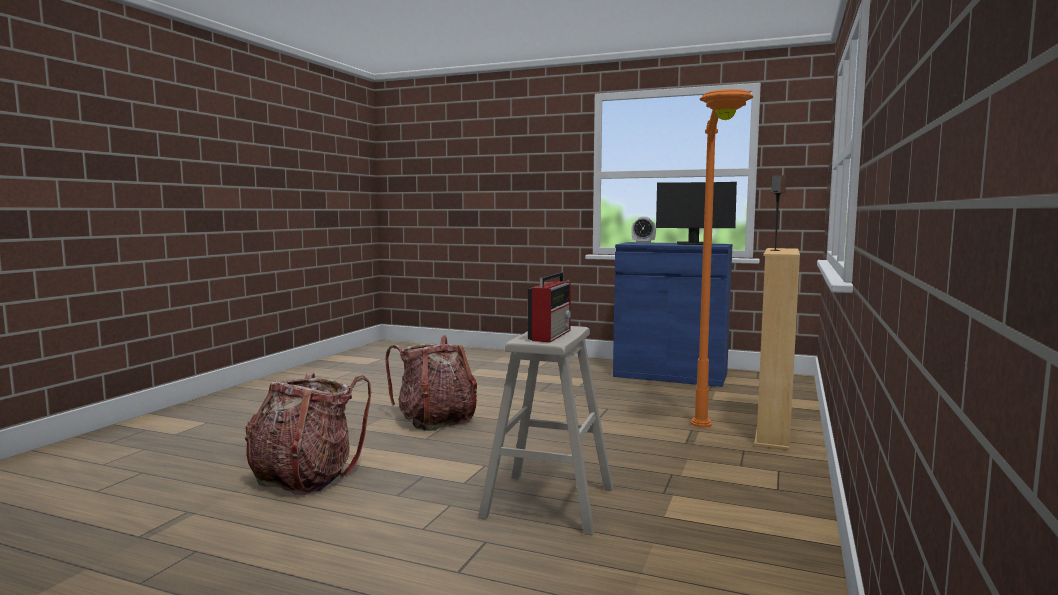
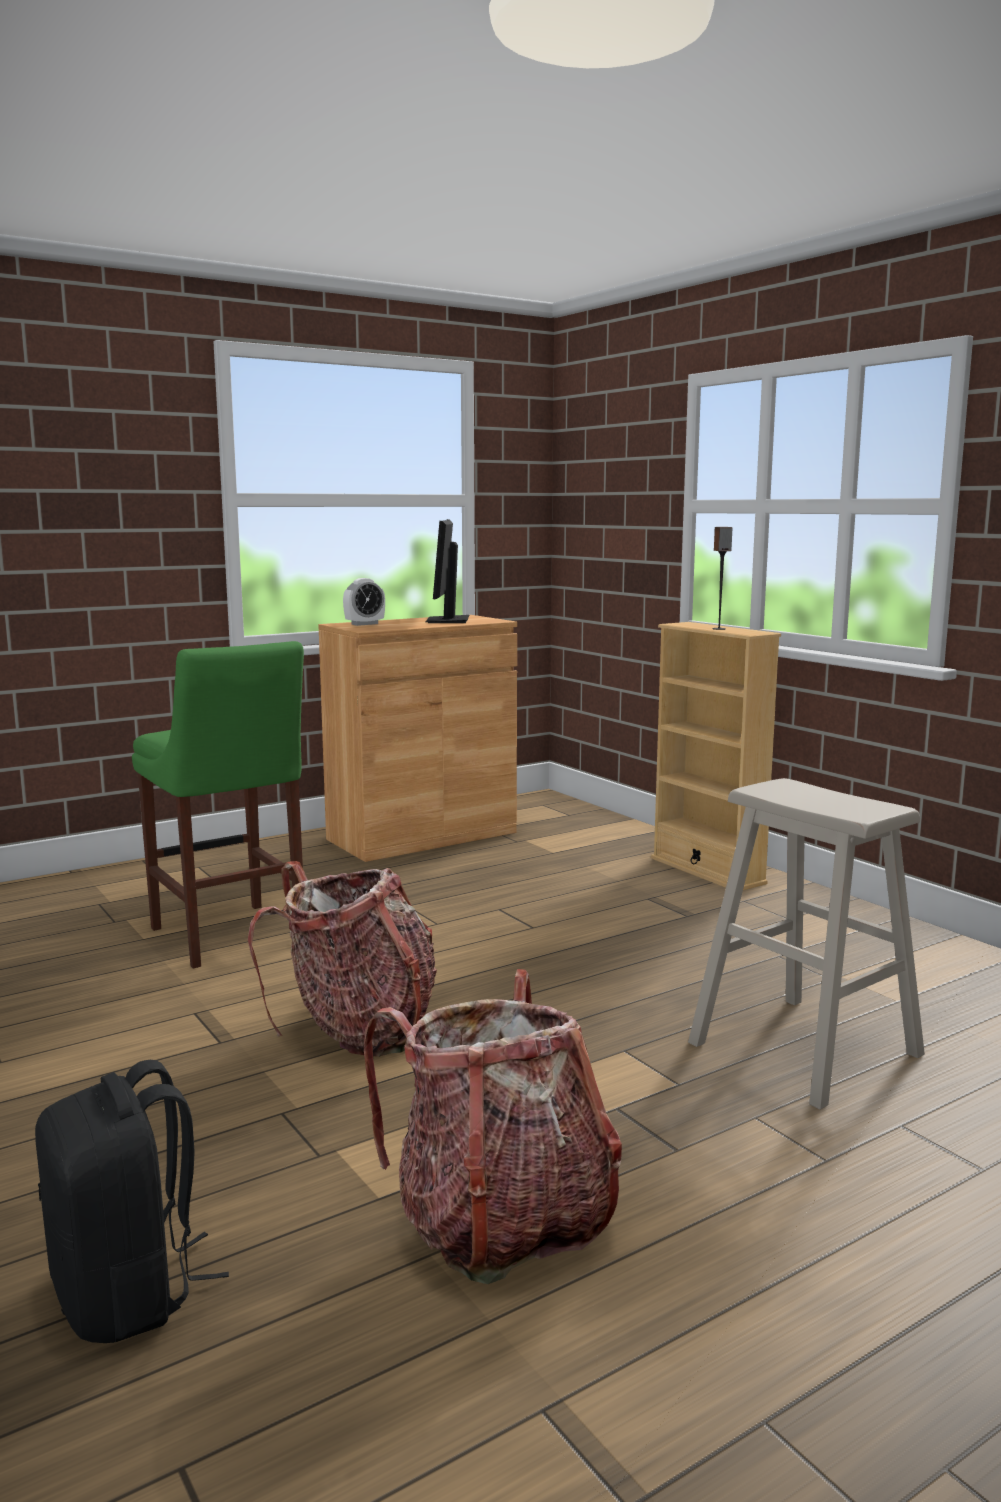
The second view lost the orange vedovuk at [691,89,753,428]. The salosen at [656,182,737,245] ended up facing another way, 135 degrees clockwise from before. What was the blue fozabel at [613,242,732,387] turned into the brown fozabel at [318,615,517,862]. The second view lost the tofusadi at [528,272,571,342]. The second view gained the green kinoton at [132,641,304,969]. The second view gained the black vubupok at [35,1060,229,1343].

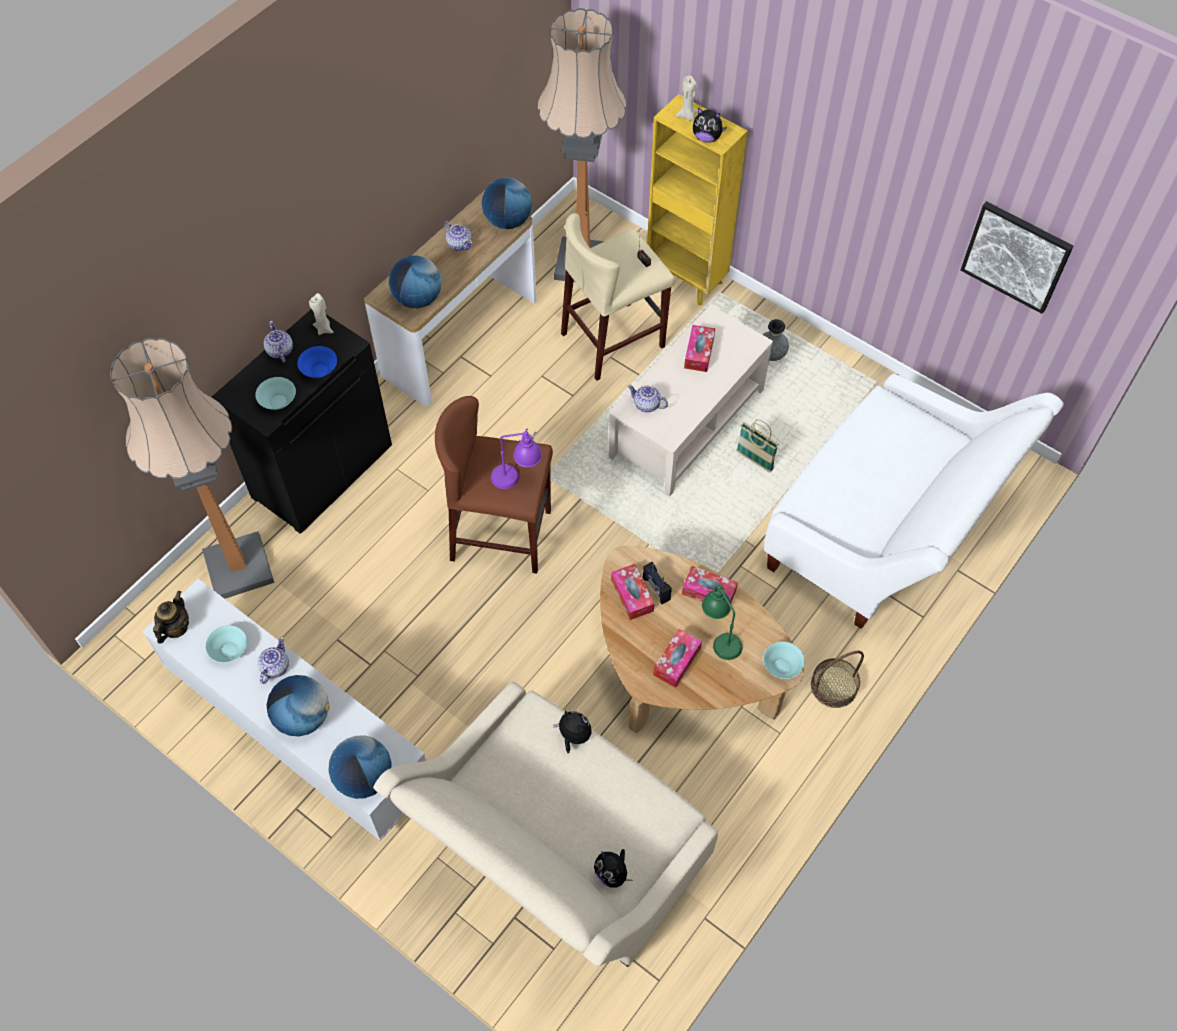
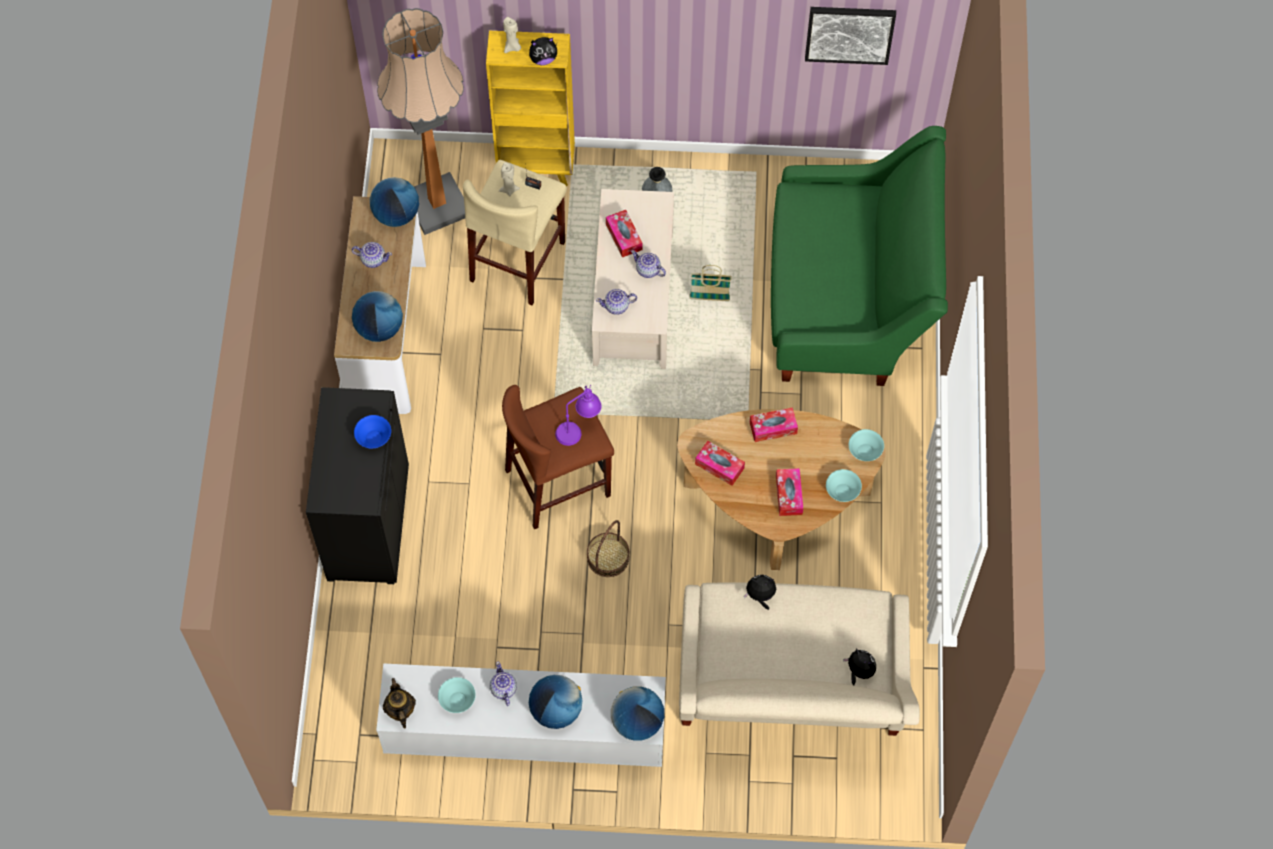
The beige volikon ended up elsewhere, having gone from [309,293,334,335] to [499,162,520,196]. The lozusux ended up elsewhere, having gone from [264,321,293,362] to [631,250,666,278]. The second view lost the vedovuk at [110,338,274,599]. What was the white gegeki at [764,374,1064,629] turned into the green gegeki at [771,126,948,386]. The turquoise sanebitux ended up elsewhere, having gone from [255,377,296,410] to [826,469,862,502]. The second view lost the tofusadi at [643,562,672,604]. The second view lost the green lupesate at [702,585,742,660]. The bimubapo ended up elsewhere, having gone from [811,651,864,708] to [587,520,629,577]. The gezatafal at [594,849,632,888] ended up facing another way, 150 degrees counterclockwise from before.

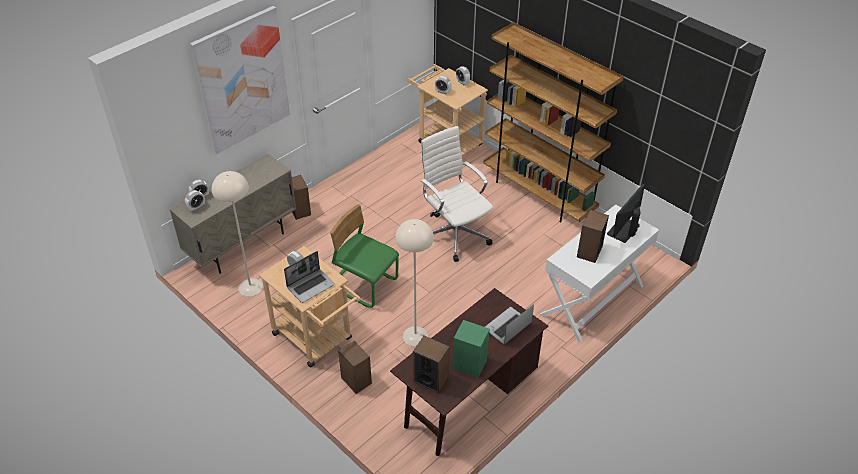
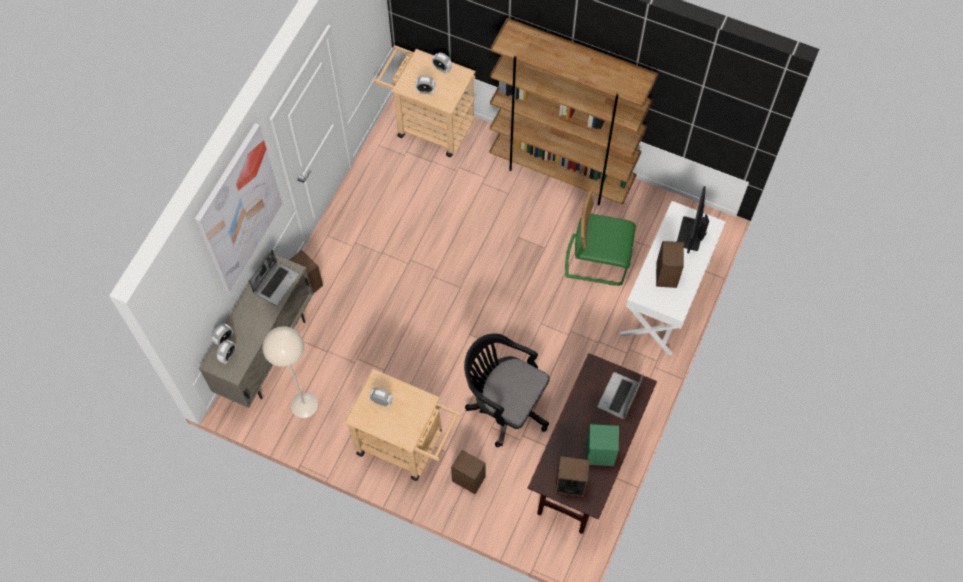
The second view lost the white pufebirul at [421,126,493,262]. The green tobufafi ended up elsewhere, having gone from [330,204,399,308] to [565,191,636,286]. Where the beige vedovuk stood at [395,219,434,346], the black pufebirul came to stand at [464,334,550,447]. The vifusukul ended up elsewhere, having gone from [284,251,335,303] to [249,249,299,306].

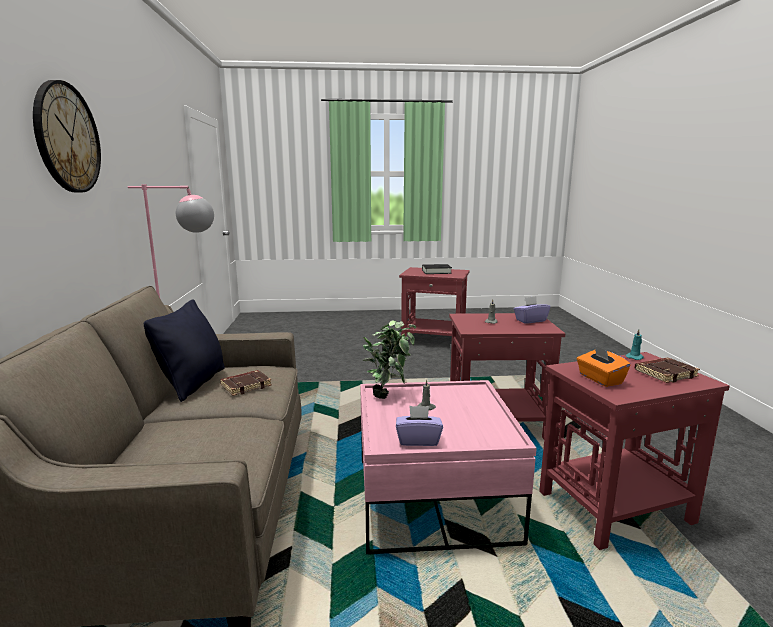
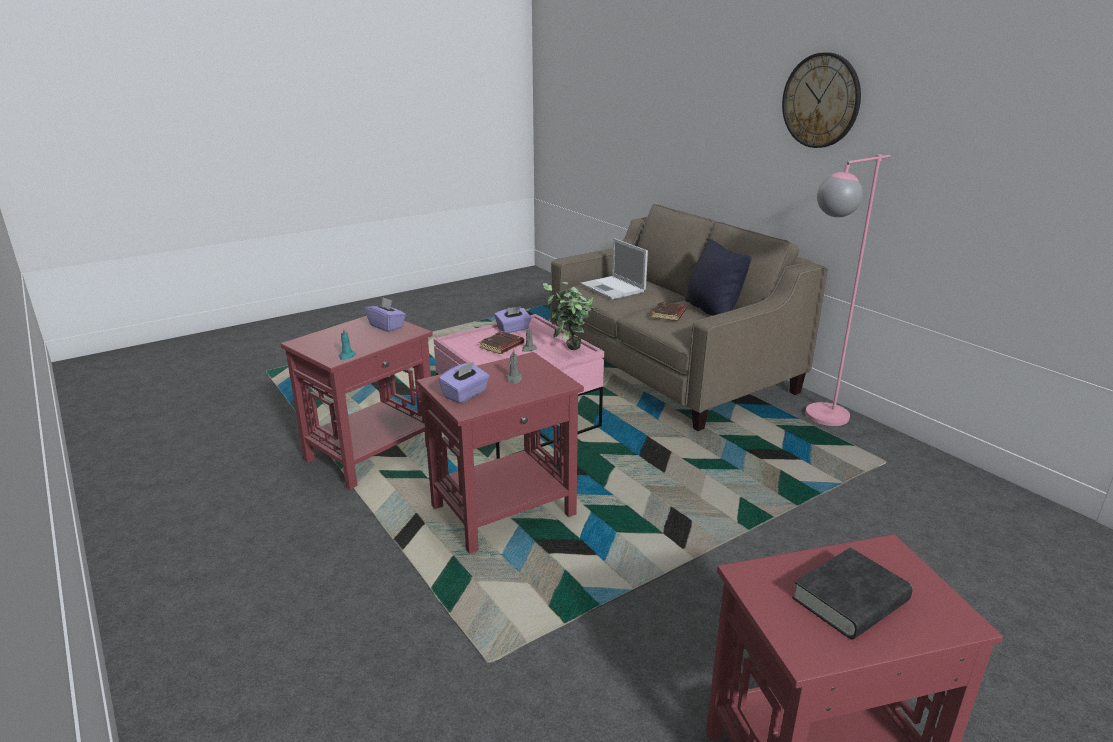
What was the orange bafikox at [577,345,630,387] turned into the purple bafikox at [365,297,406,332]. The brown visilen ended up elsewhere, having gone from [635,358,700,383] to [479,331,524,354]. The second view gained the vifusukul at [580,238,648,300].

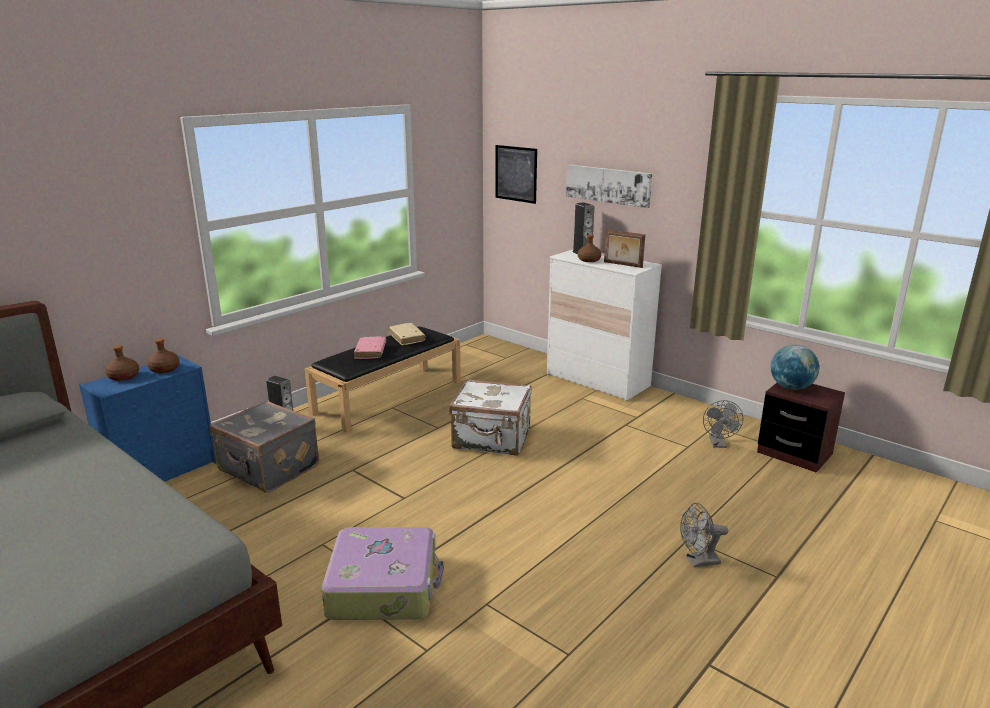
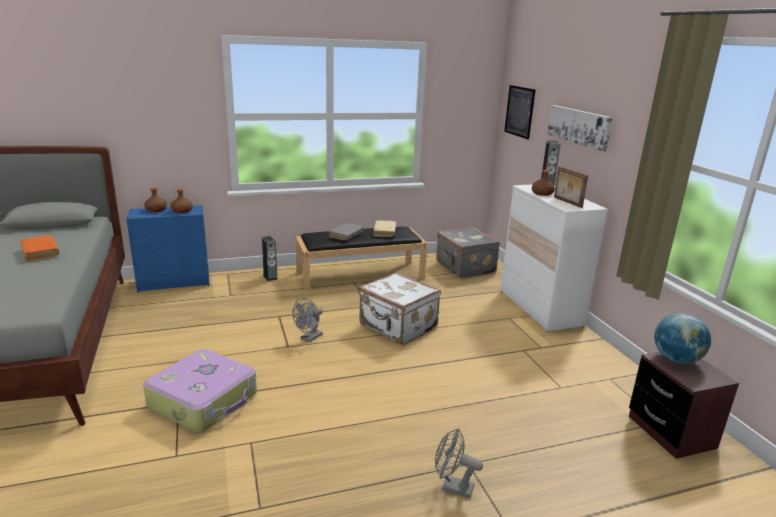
What was the pink visilen at [354,337,386,359] turned into the grey visilen at [329,223,364,240]. The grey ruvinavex ended up elsewhere, having gone from [210,400,319,493] to [436,227,500,279]. The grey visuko ended up elsewhere, having gone from [703,400,743,448] to [293,298,323,342]. The second view gained the orange visilen at [21,235,59,261].

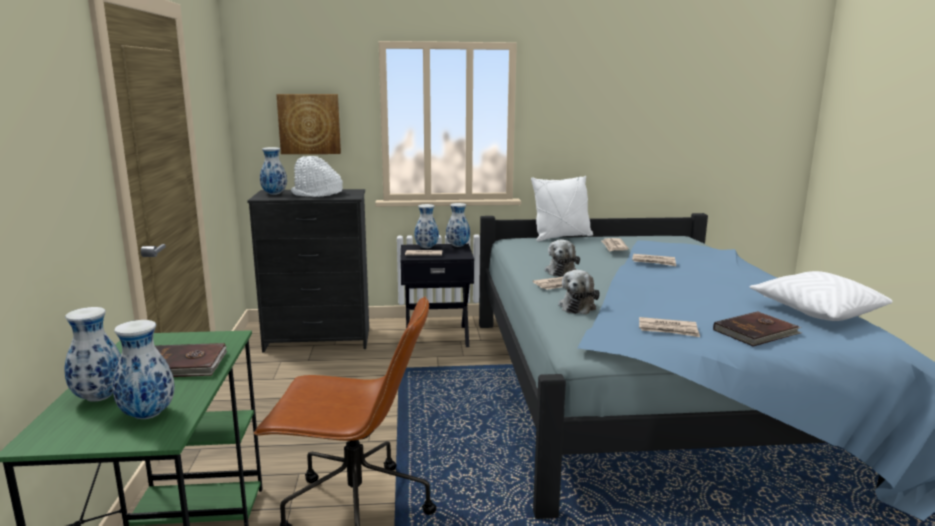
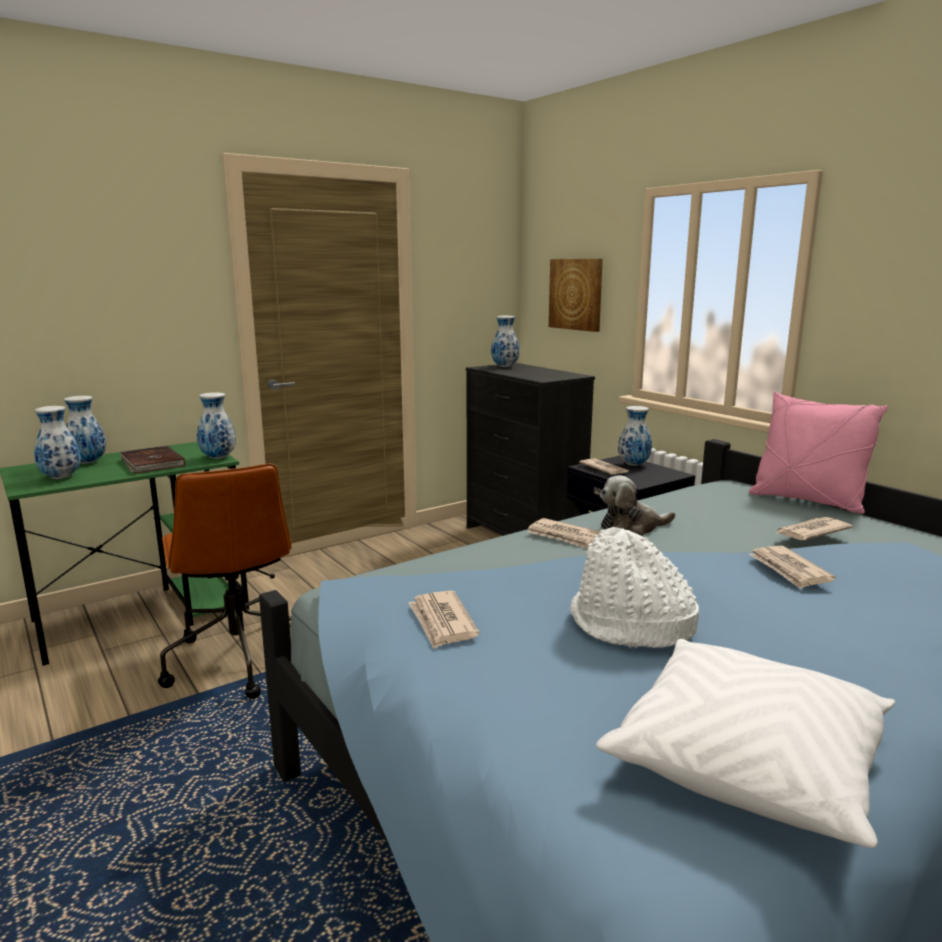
The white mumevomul ended up elsewhere, having gone from [291,156,343,197] to [570,527,699,648]. What was the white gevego at [531,176,593,241] turned into the pink gevego at [749,392,888,514]. The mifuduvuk ended up elsewhere, having gone from [446,203,470,247] to [197,392,236,459]. The second view lost the gezatafal at [558,270,600,315]. The second view lost the brown visilen at [713,311,802,347].

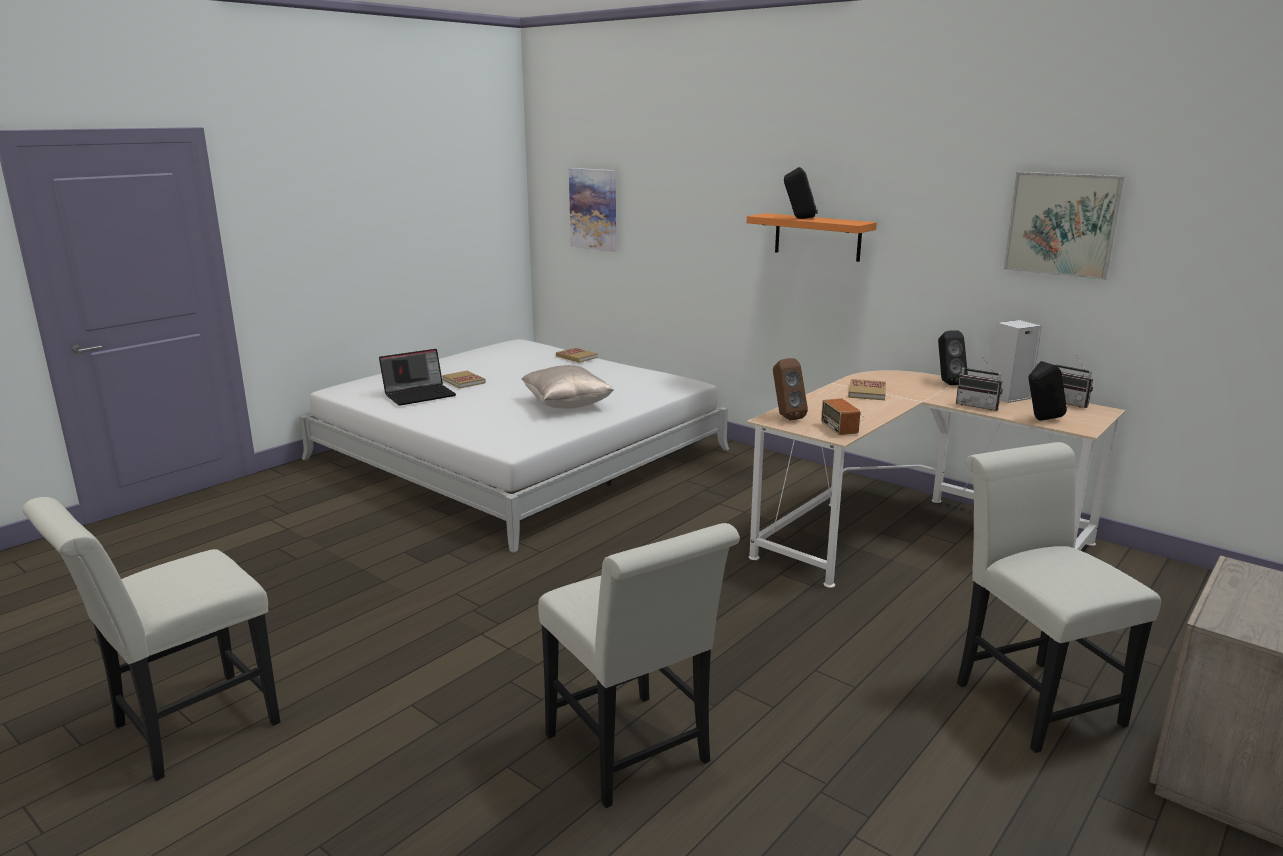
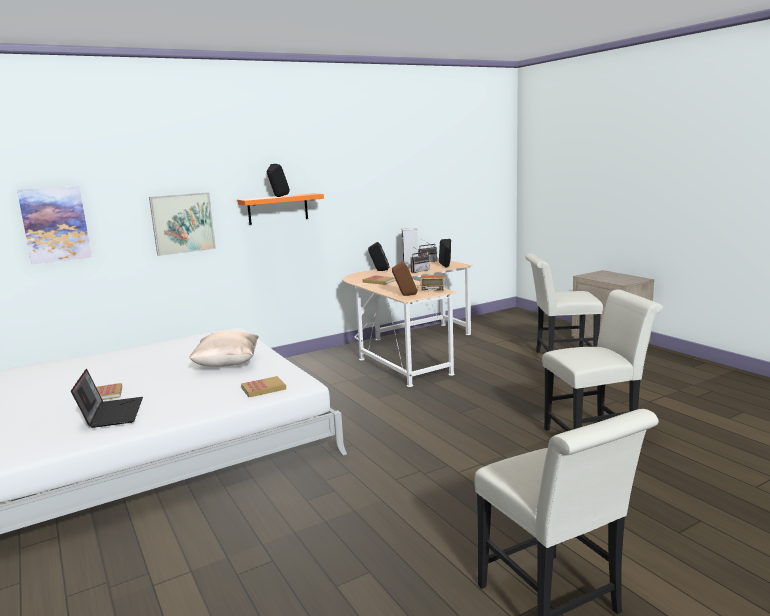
The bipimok ended up elsewhere, having gone from [1004,172,1124,280] to [149,192,216,256]. The visilen ended up elsewhere, having gone from [556,348,598,363] to [241,376,286,397].

